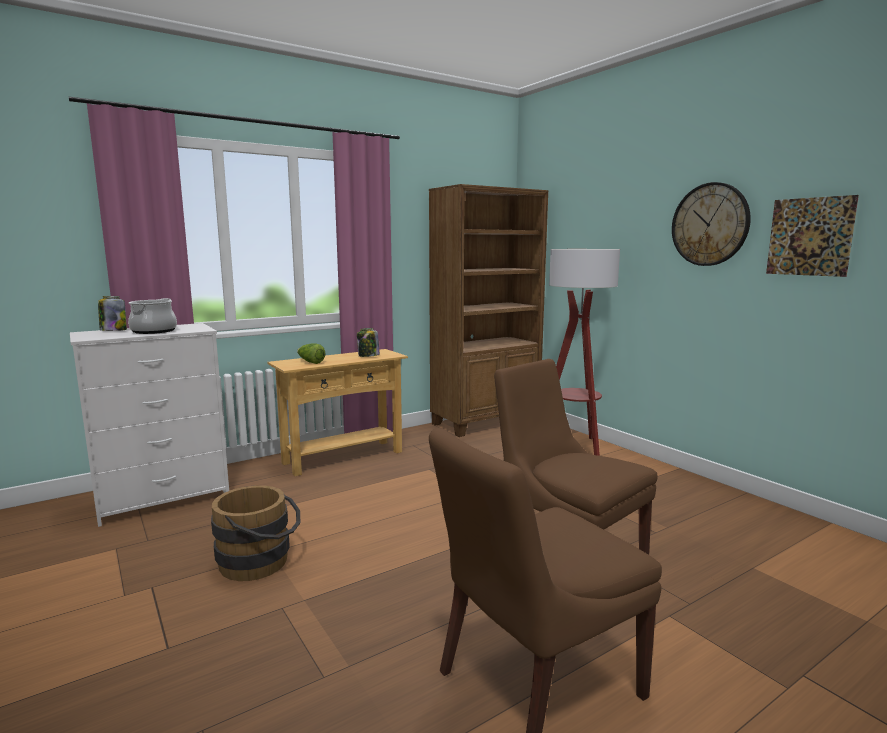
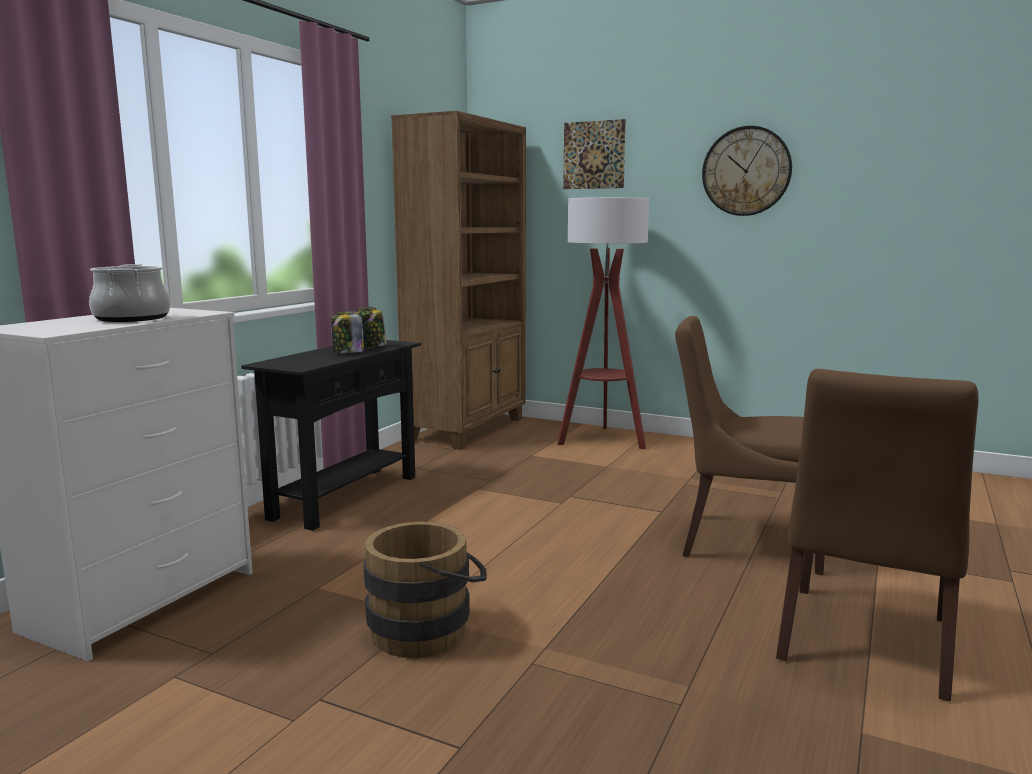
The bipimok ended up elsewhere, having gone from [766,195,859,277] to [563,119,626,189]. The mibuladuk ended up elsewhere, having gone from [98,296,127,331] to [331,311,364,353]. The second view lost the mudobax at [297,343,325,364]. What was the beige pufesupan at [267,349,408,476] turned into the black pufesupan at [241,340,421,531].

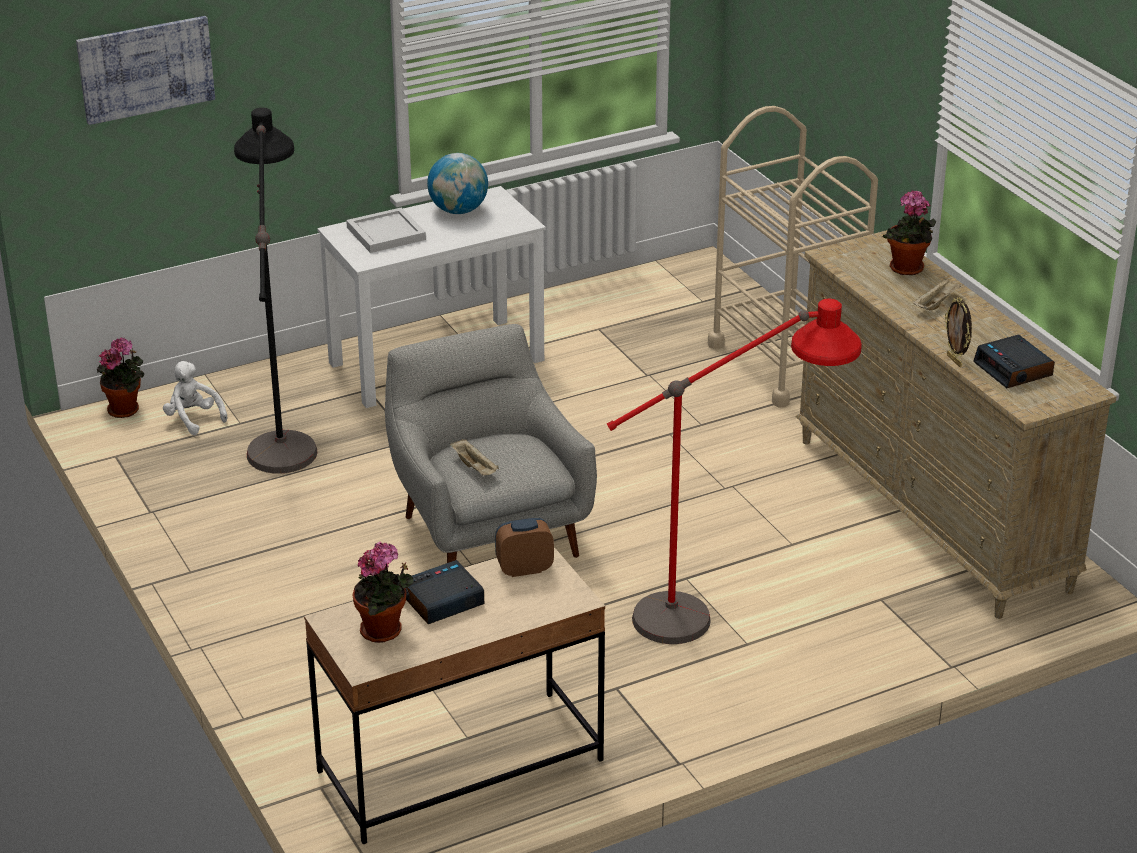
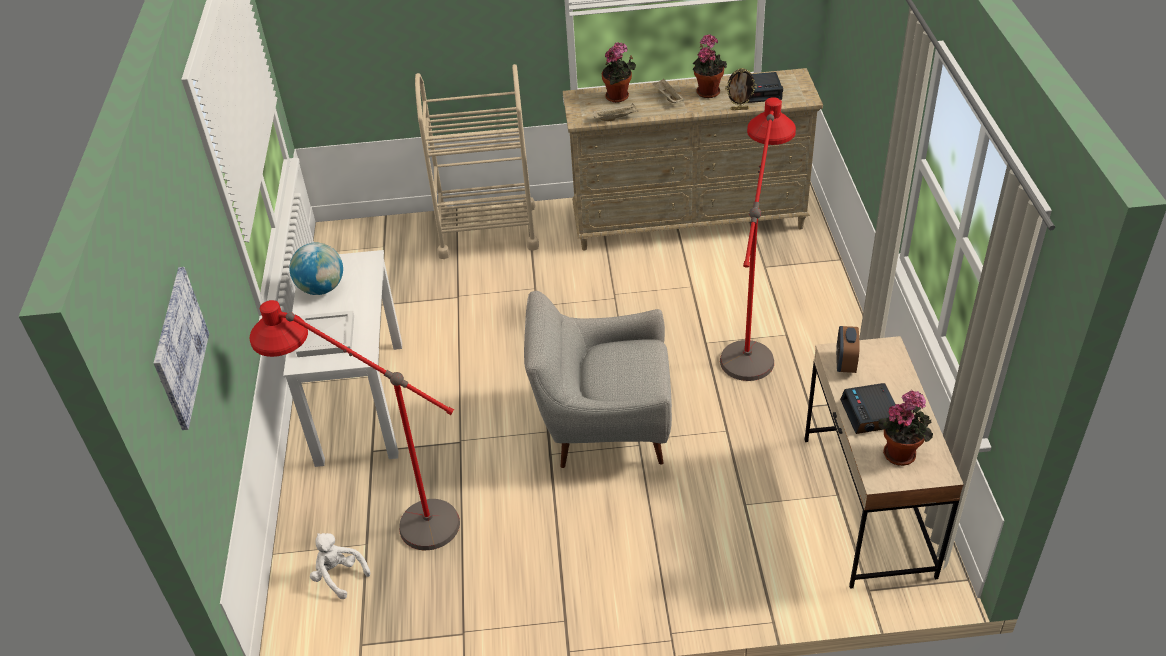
What was the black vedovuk at [234,108,317,473] turned into the red vedovuk at [250,300,460,550]. The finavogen ended up elsewhere, having gone from [97,337,144,418] to [693,34,727,98]. The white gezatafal at [163,361,227,435] ended up facing another way, 60 degrees clockwise from before. The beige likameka ended up elsewhere, having gone from [450,439,499,476] to [592,103,639,121].

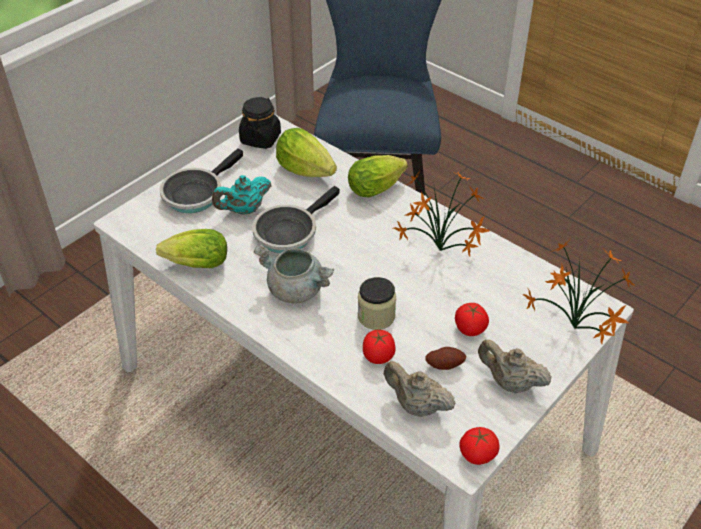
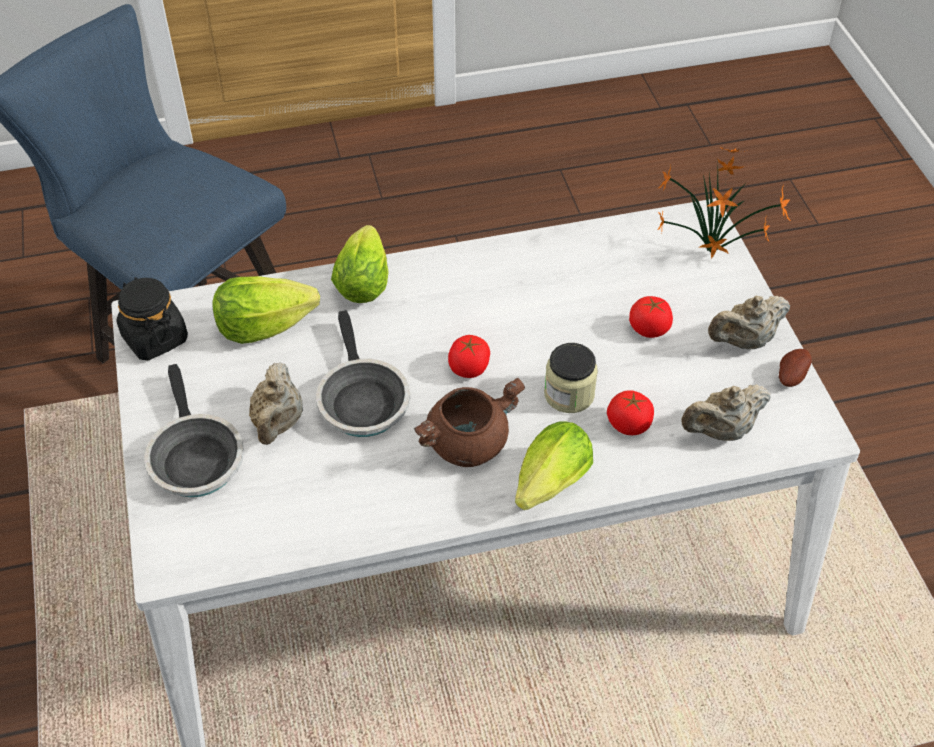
The second view lost the finavogen at [393,170,490,256]. What was the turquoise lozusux at [212,175,272,214] turned into the beige lozusux at [249,362,303,445]. The mudobax ended up elsewhere, having gone from [156,229,227,268] to [515,421,593,510]. What was the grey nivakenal at [254,246,334,303] turned into the brown nivakenal at [414,377,525,467]. The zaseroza ended up elsewhere, having gone from [425,347,466,370] to [779,349,812,387]. The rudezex ended up elsewhere, having gone from [459,427,500,465] to [448,335,490,378].

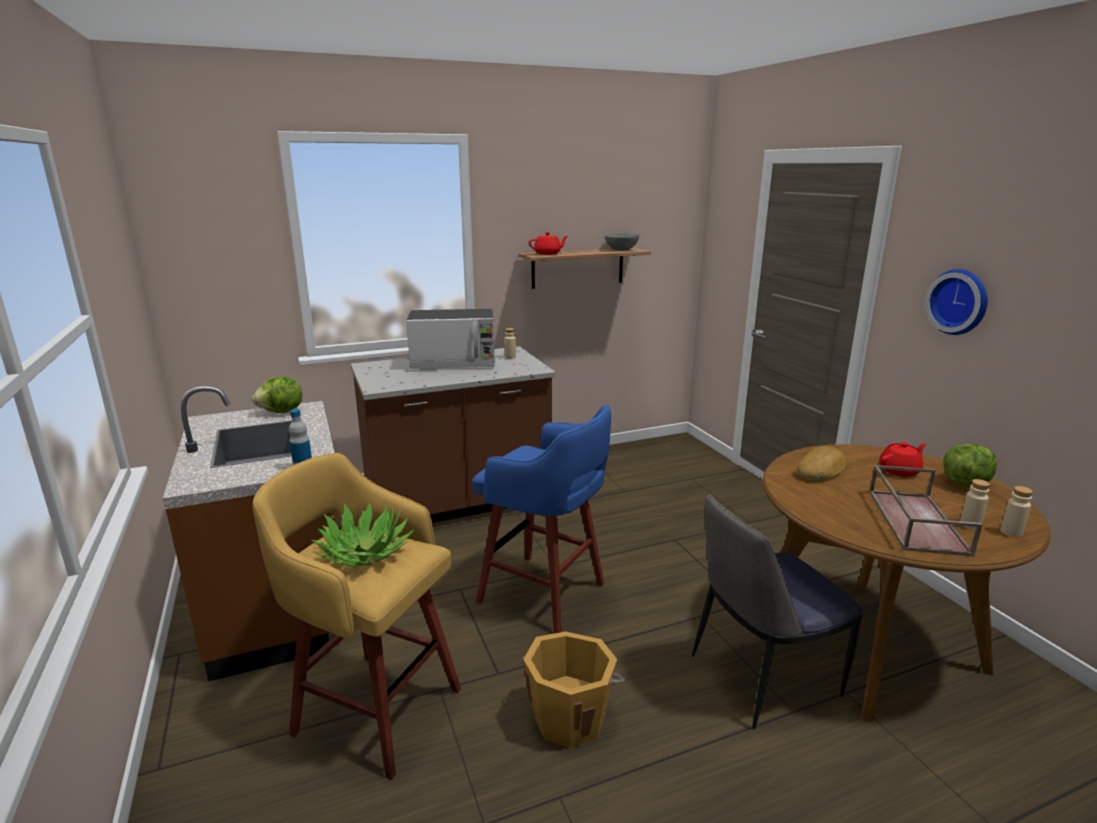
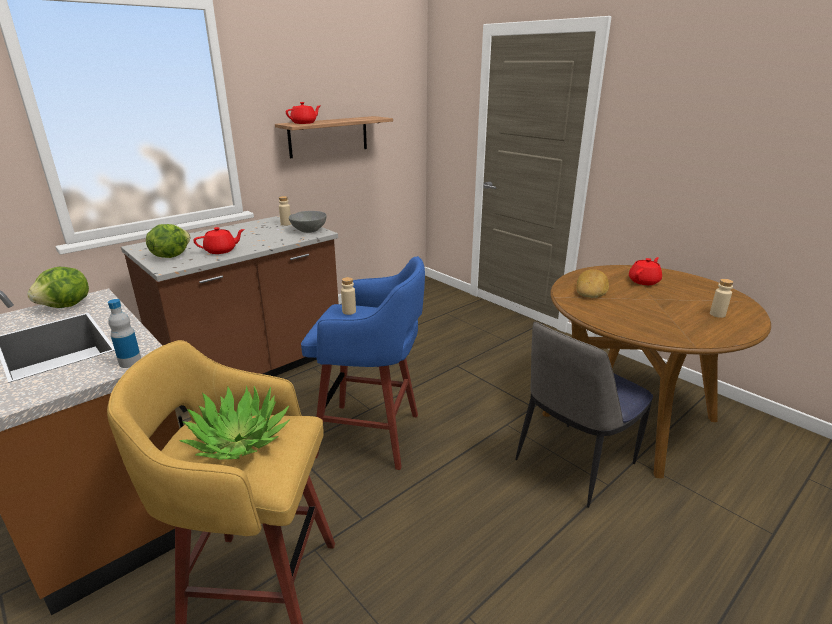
The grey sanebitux ended up elsewhere, having gone from [605,233,639,251] to [289,211,327,233]. The second view lost the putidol at [925,269,988,335]. The second view lost the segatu at [406,309,495,369]. The mudobax ended up elsewhere, having gone from [943,444,997,488] to [146,224,191,258]. The second view lost the brown likameka at [869,465,982,557]. The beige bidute ended up elsewhere, having gone from [1000,486,1033,537] to [341,277,356,315]. The second view lost the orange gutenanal at [521,631,625,748]. The second view gained the red lozusux at [193,227,245,254].

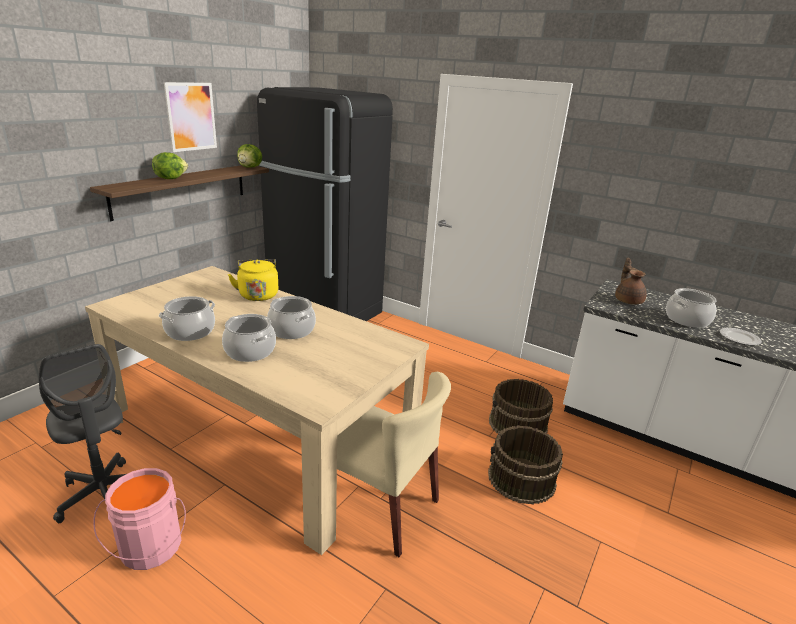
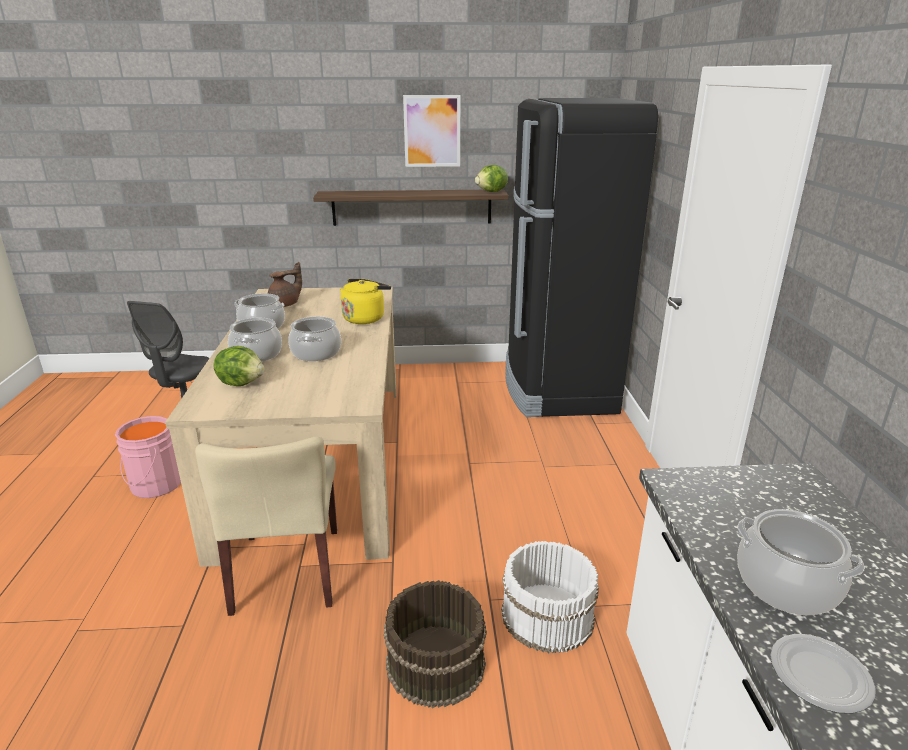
The mudobax ended up elsewhere, having gone from [152,152,188,179] to [213,346,264,386]. The brown lozusux ended up elsewhere, having gone from [615,258,647,305] to [268,262,302,307]. What was the brown gutenanal at [489,379,553,433] turned into the white gutenanal at [501,541,599,653].

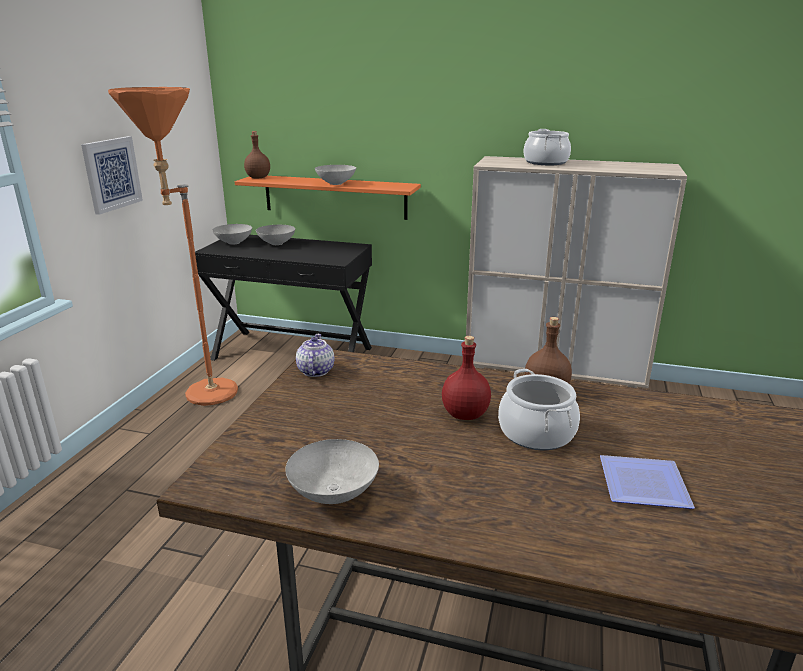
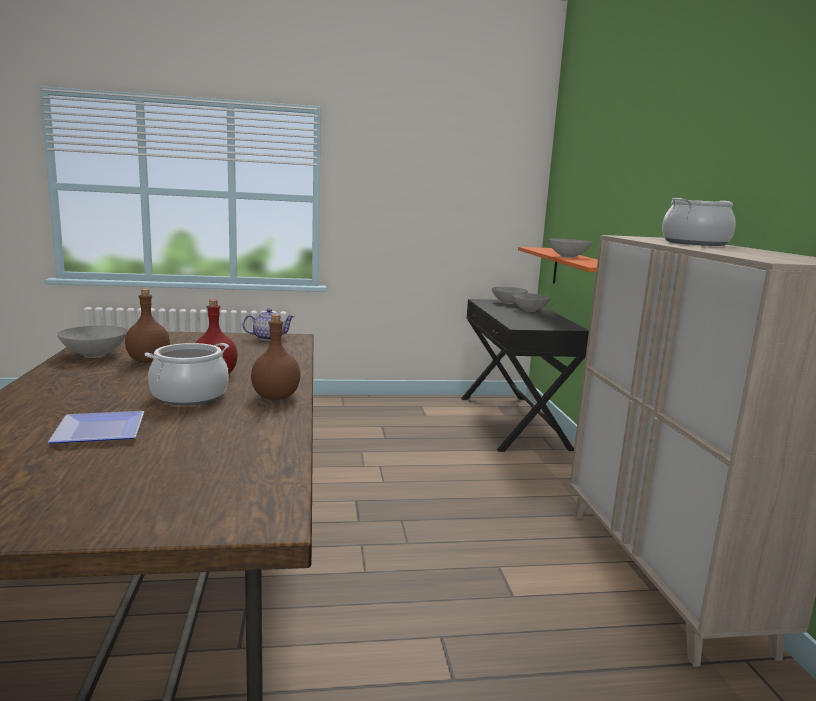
The second view lost the orange vedovuk at [108,87,238,406]. The brown bidute ended up elsewhere, having gone from [244,131,270,178] to [125,289,170,363]. The second view lost the bipimok at [81,136,143,215].

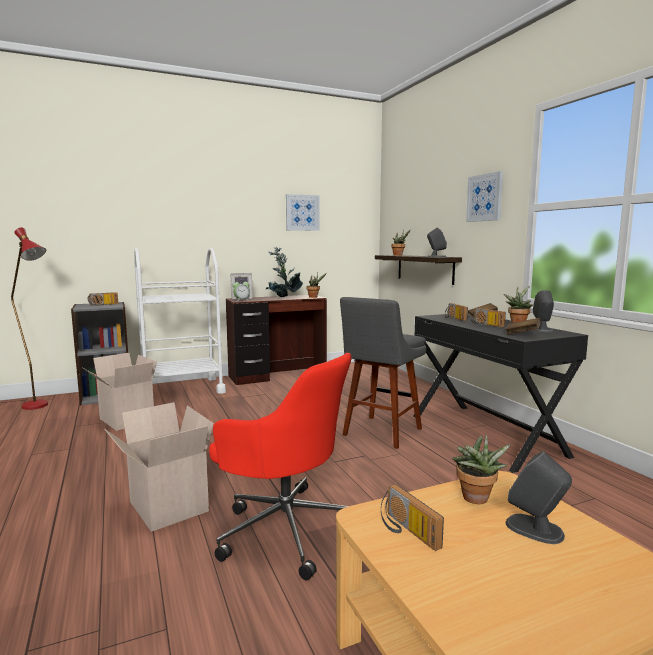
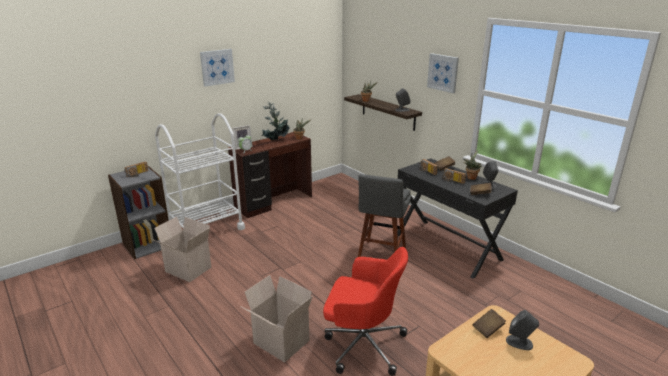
The bipimok ended up elsewhere, having gone from [286,194,320,231] to [200,49,235,87]. The second view lost the red vedovuk at [11,227,48,410]. Where the finavogen stood at [452,435,511,504], the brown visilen came to stand at [473,309,506,338]. The second view lost the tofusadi at [381,484,444,551].

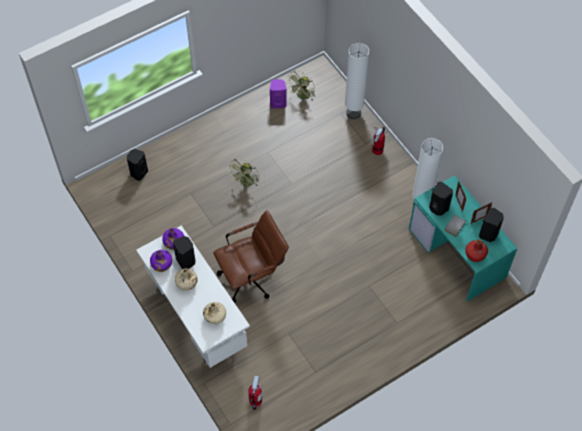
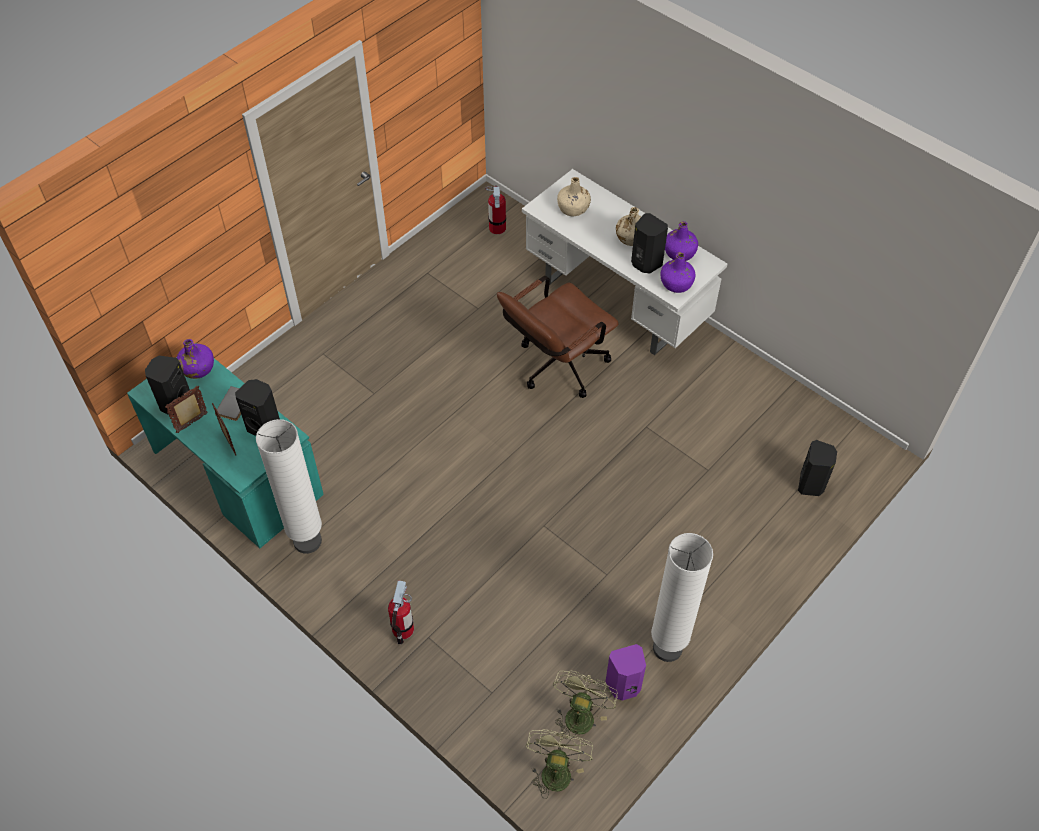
The white vedovuk ended up elsewhere, having gone from [345,43,369,119] to [651,533,713,662]. The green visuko ended up elsewhere, having gone from [228,159,259,187] to [526,730,593,799]. What was the red bidute at [465,239,488,262] turned into the purple bidute at [177,339,214,379].

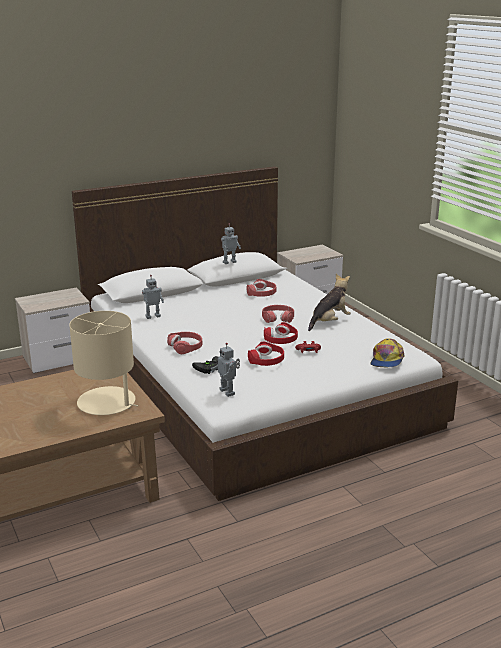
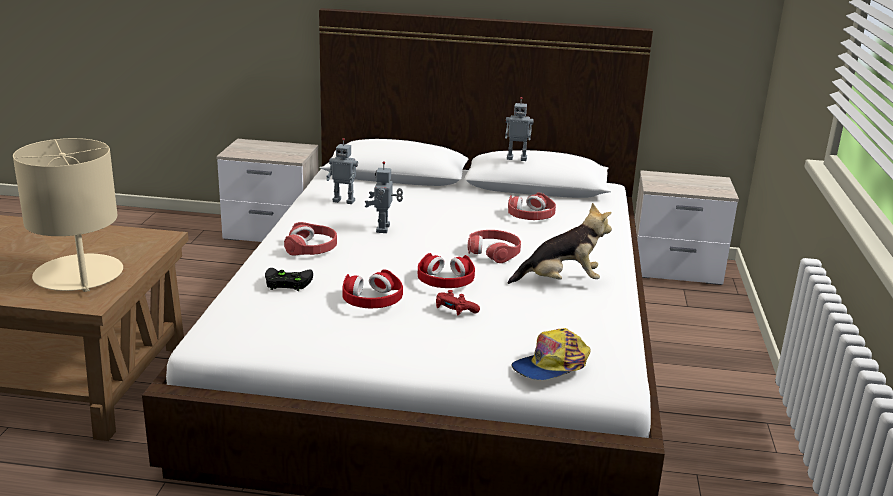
The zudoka ended up elsewhere, having gone from [211,343,240,397] to [365,161,403,233].

